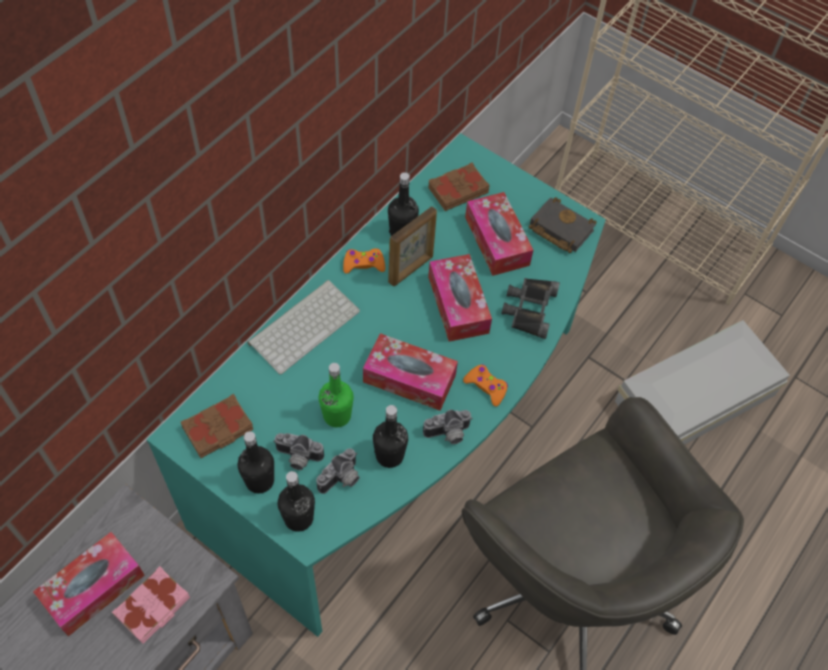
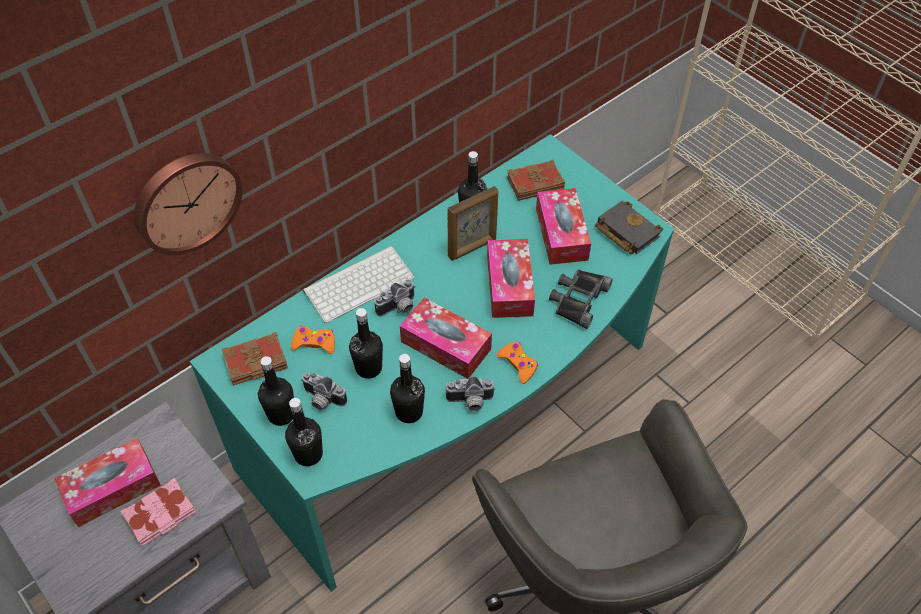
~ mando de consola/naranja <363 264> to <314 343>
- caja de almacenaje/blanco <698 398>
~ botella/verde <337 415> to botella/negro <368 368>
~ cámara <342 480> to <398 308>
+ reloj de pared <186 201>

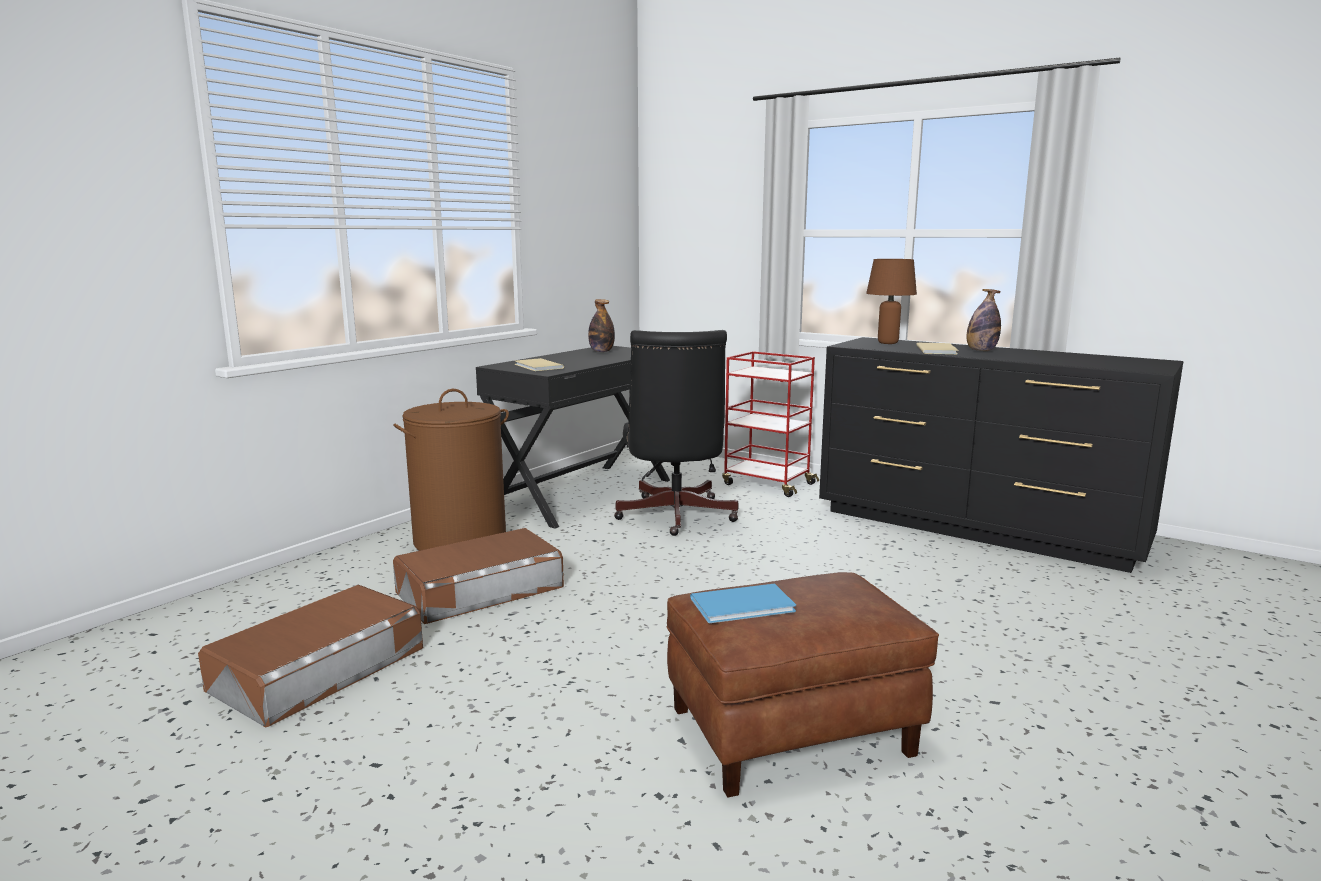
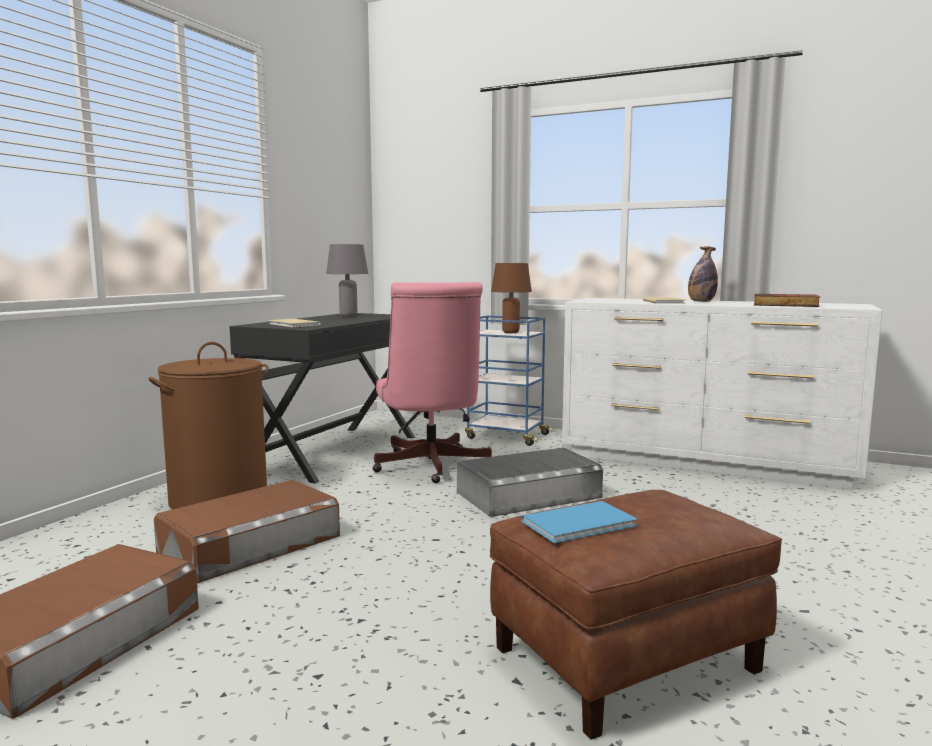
~ lámpara de mesa/marrón <887 343> to <510 332>
~ botella <601 351> to lámpara de mesa/gris <348 316>
~ silla de oficina/negro <674 517> to silla de oficina/rosa <431 467>
~ cómoda/negro <978 528> to cómoda/blanco <706 462>
~ carrito/rojo <767 484> to carrito/azul <506 436>
+ libro <784 304>
+ caja de almacenaje/gris <528 495>

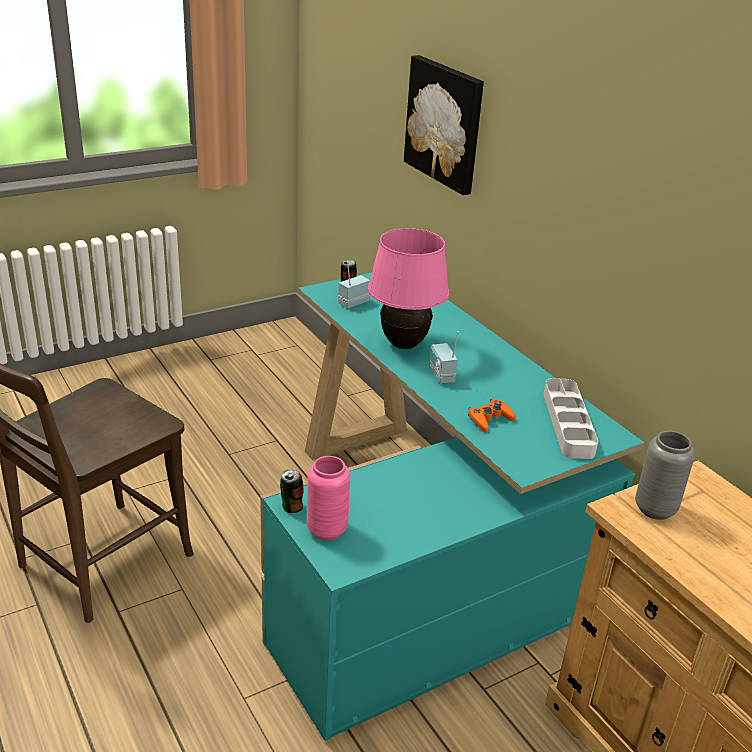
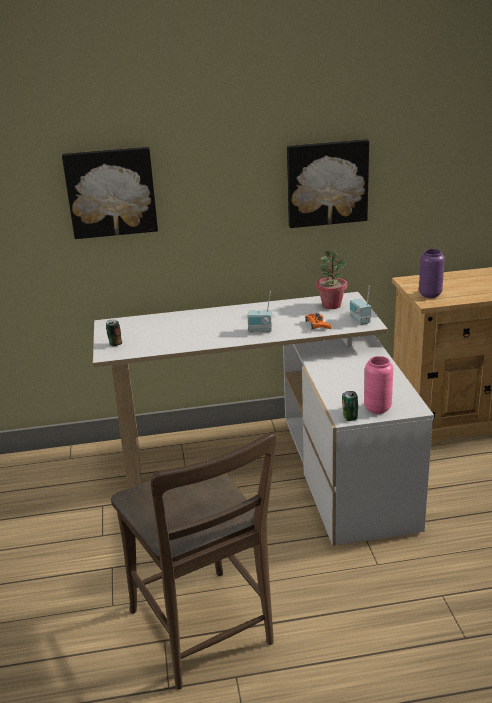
- lámpara de mesa/rosa <404 344>
~ radio <352 303> to <359 320>
~ escritorio/turquesa <417 555> to escritorio/blanco <275 464>
~ bandeja/gris <568 423> to planta en maceta <331 305>
~ florero/gris <655 509> to florero/morado <430 294>
+ cuadro <326 183>

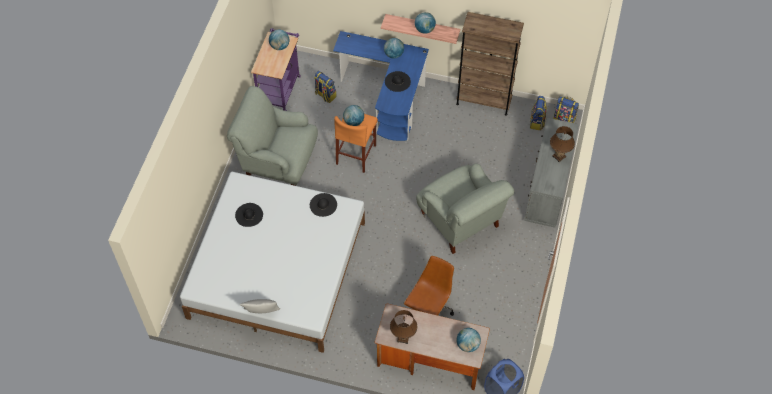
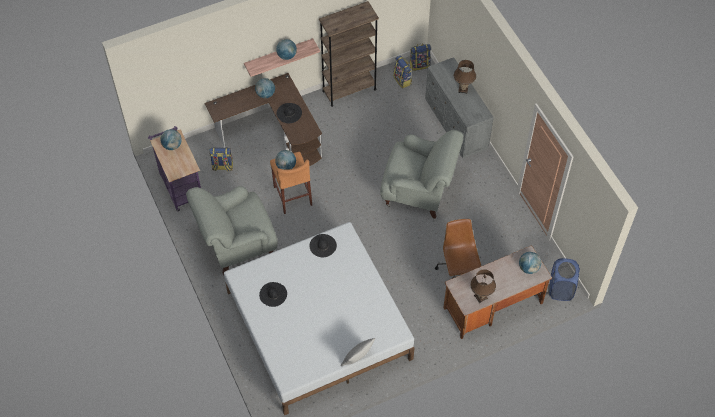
~ escritorio/azul <388 96> to escritorio/marrón <274 134>

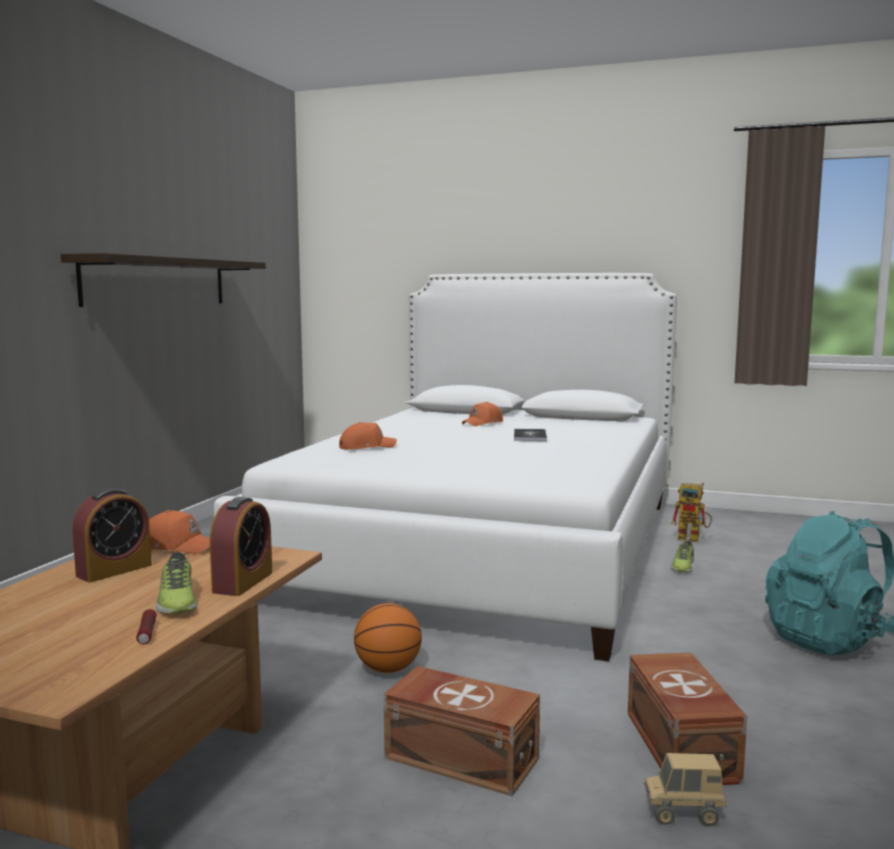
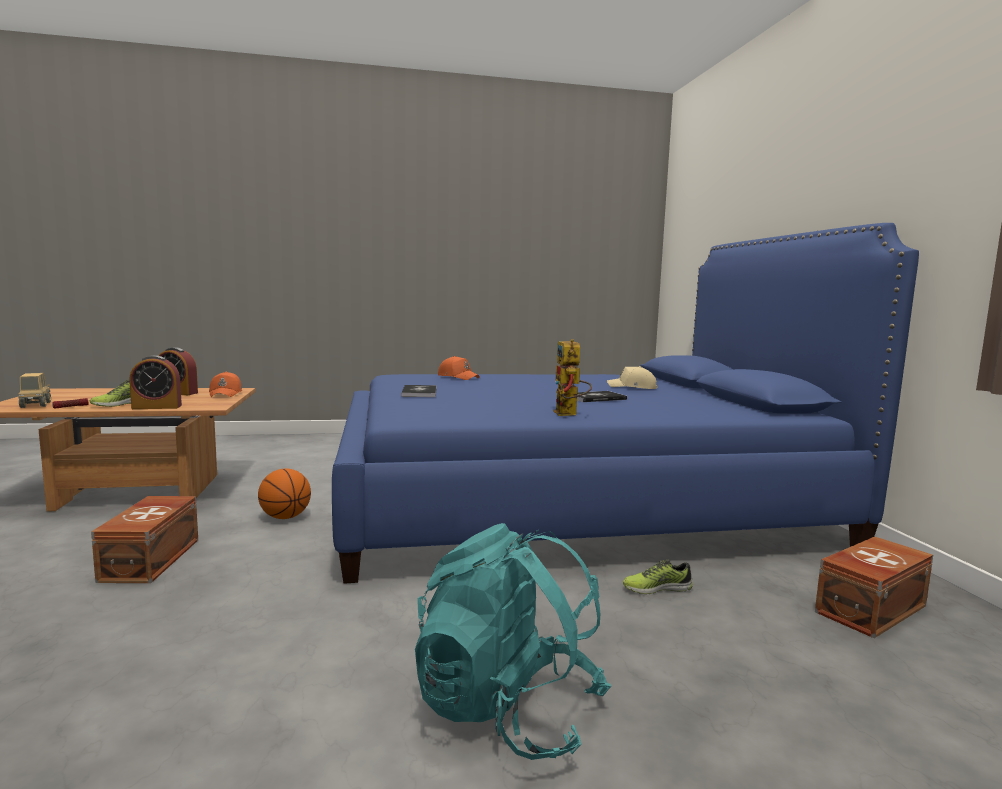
- estante <157 282>
~ cama/blanco <483 547> to cama/azul <572 500>
~ gorra/naranja <483 423> to gorra/beis <632 387>
~ robot de juguete <693 539> to <569 414>
~ caja de almacenaje/marrón <679 747> to <868 608>
~ camión de juguete <683 814> to <35 405>
+ libro <419 392>

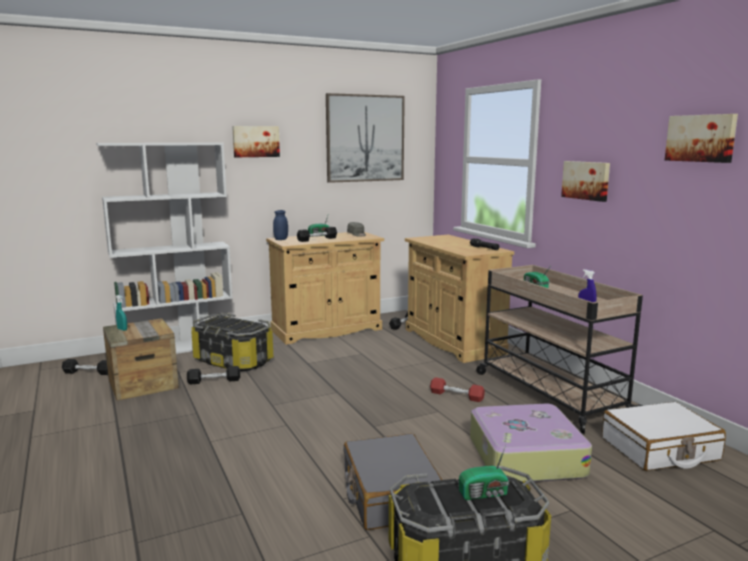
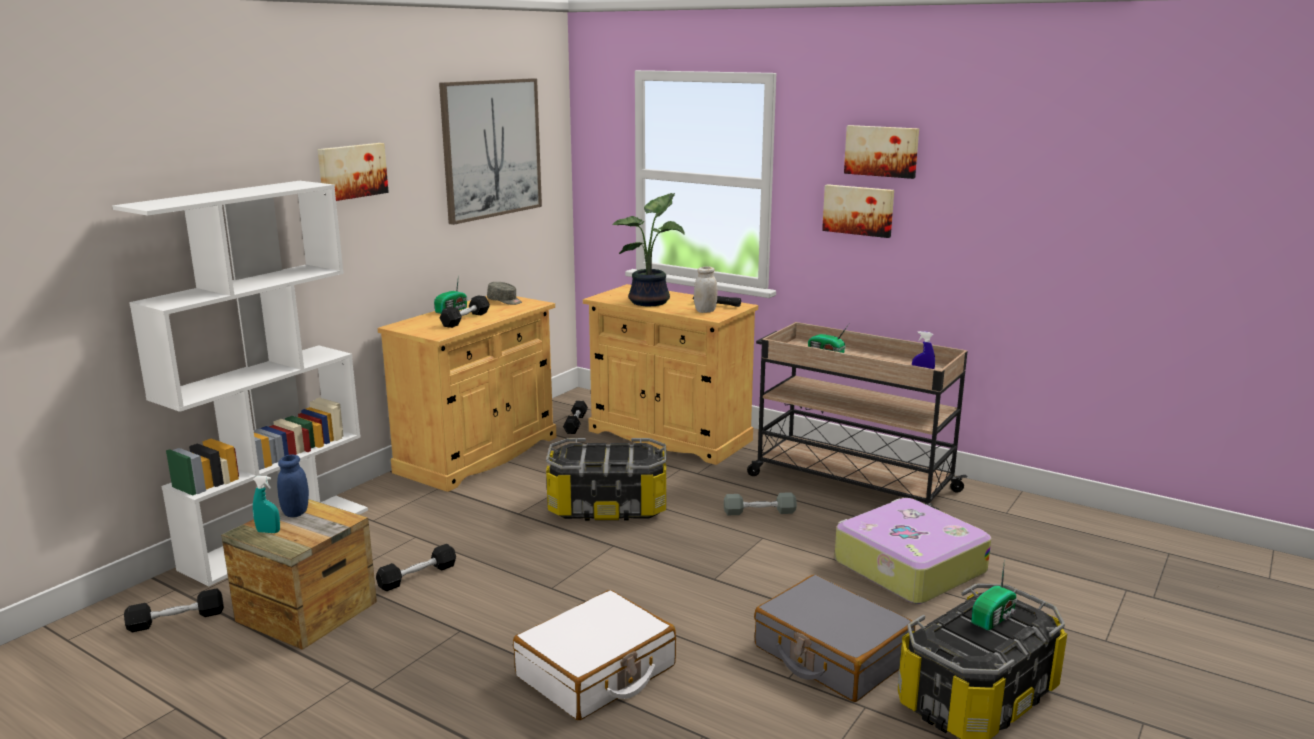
~ cuadro <701 138> to <881 151>
~ tarro/azul <281 239> to <296 512>
~ caja de almacenaje <233 361> to <608 507>
~ mancuerna/rojo <456 396> to mancuerna/gris <759 512>
~ maleta/blanco <660 449> to <596 672>
+ planta en maceta <652 302>
+ tarro/blanco <705 311>

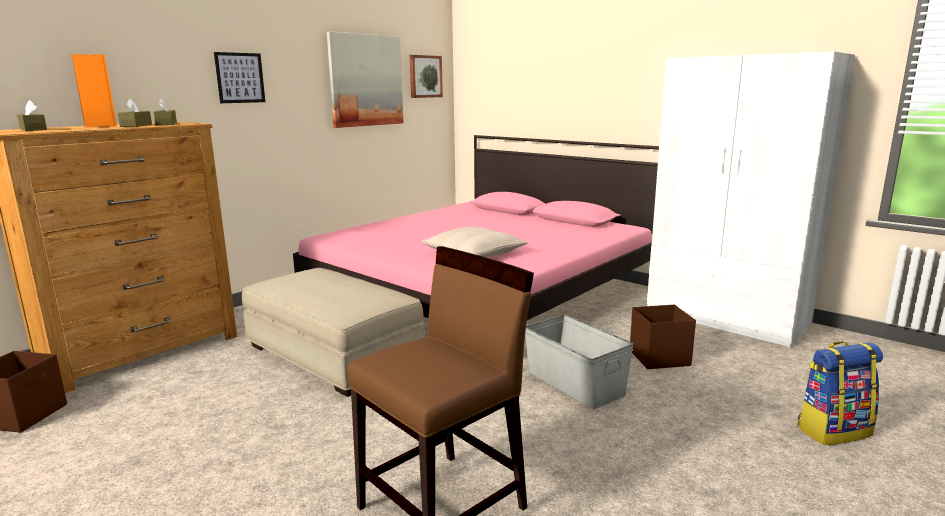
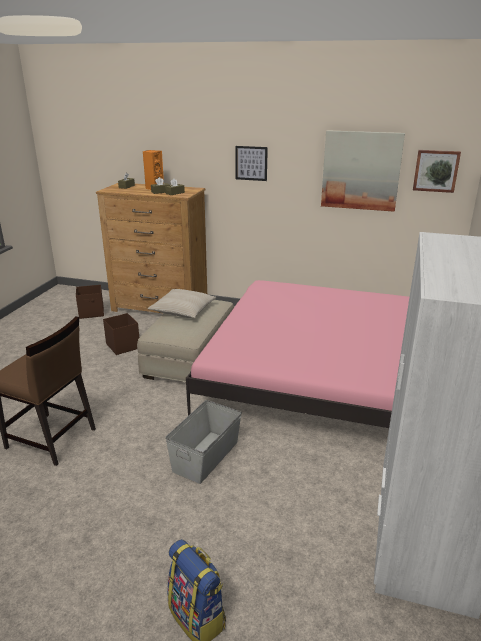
~ cojín/beis <474 254> to <183 310>
~ caja de almacenaje/marrón <658 358> to <123 346>

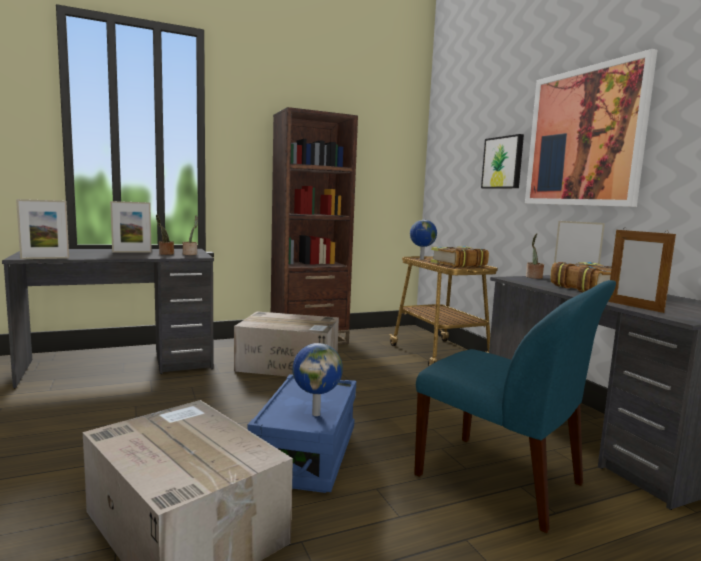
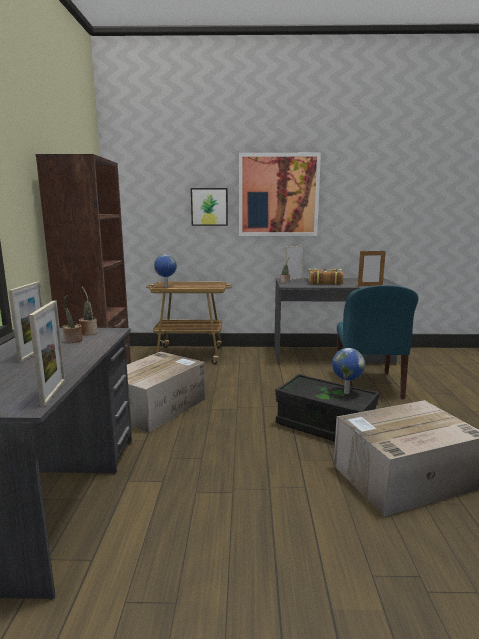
- libro <458 264>
~ silla/azul <502 481> = <368 385> 120 degrees clockwise
~ caja de almacenaje/azul <307 454> to caja de almacenaje/negro <325 426>

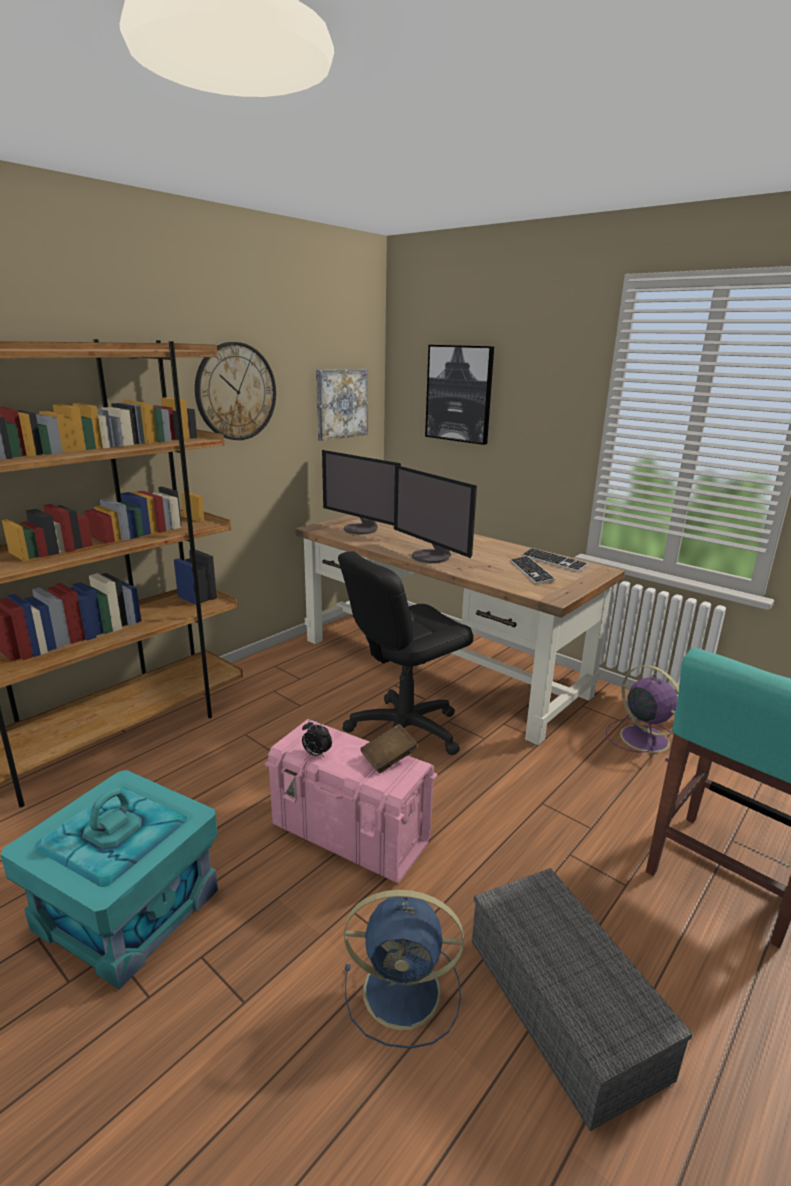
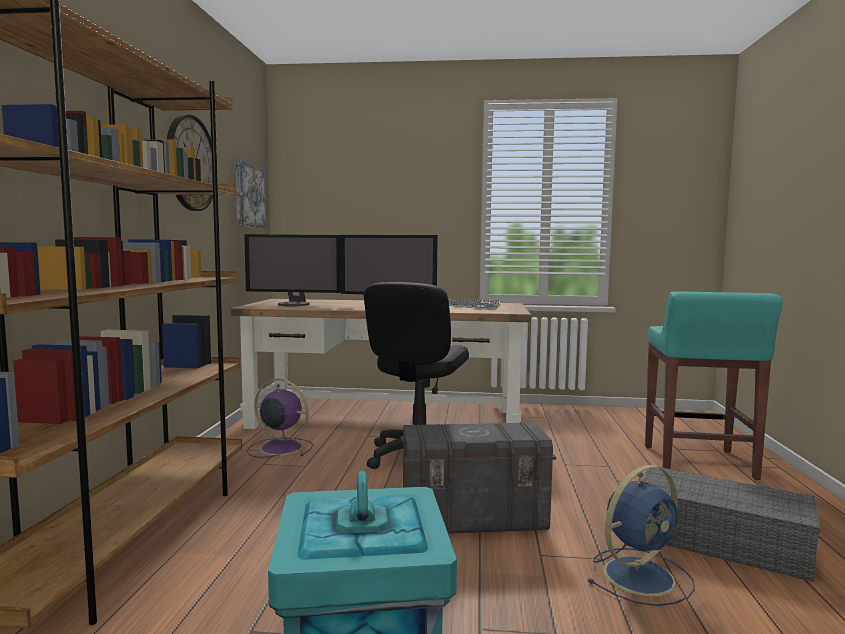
- cuadro <459 394>
~ ventilador/morado <642 737> to <279 448>
~ caja de almacenaje/rosa <351 834> to caja de almacenaje/gris <473 519>
- despertador <316 754>
- libro/marrón <389 759>

